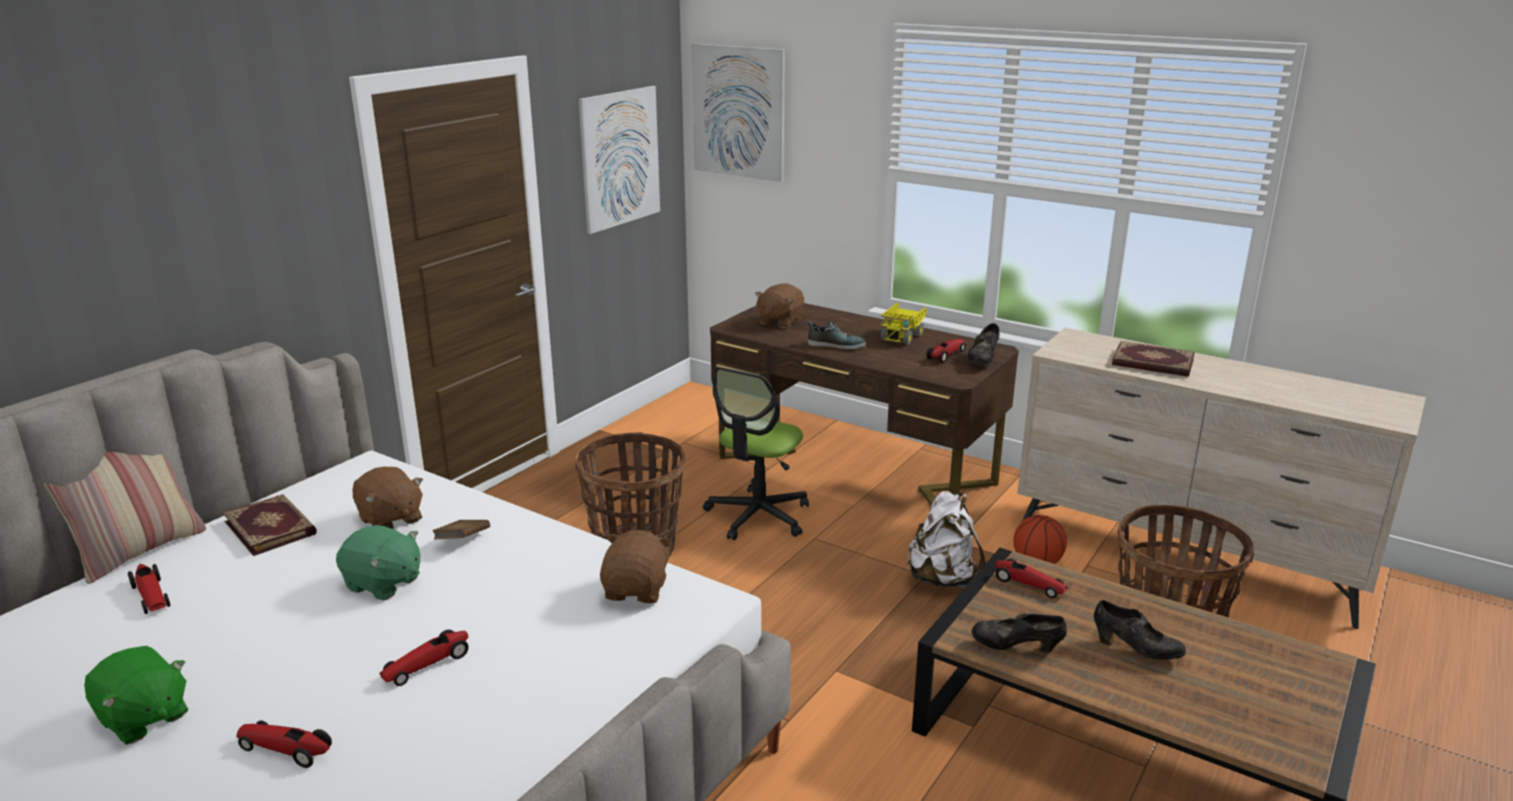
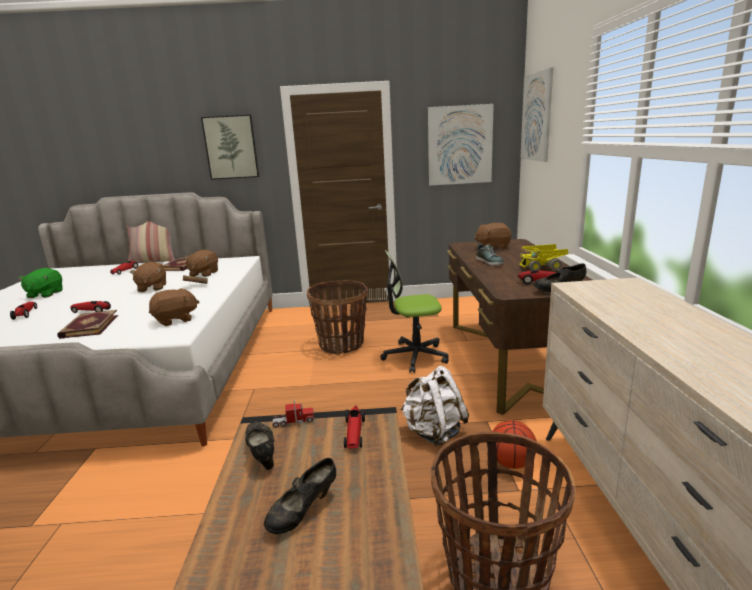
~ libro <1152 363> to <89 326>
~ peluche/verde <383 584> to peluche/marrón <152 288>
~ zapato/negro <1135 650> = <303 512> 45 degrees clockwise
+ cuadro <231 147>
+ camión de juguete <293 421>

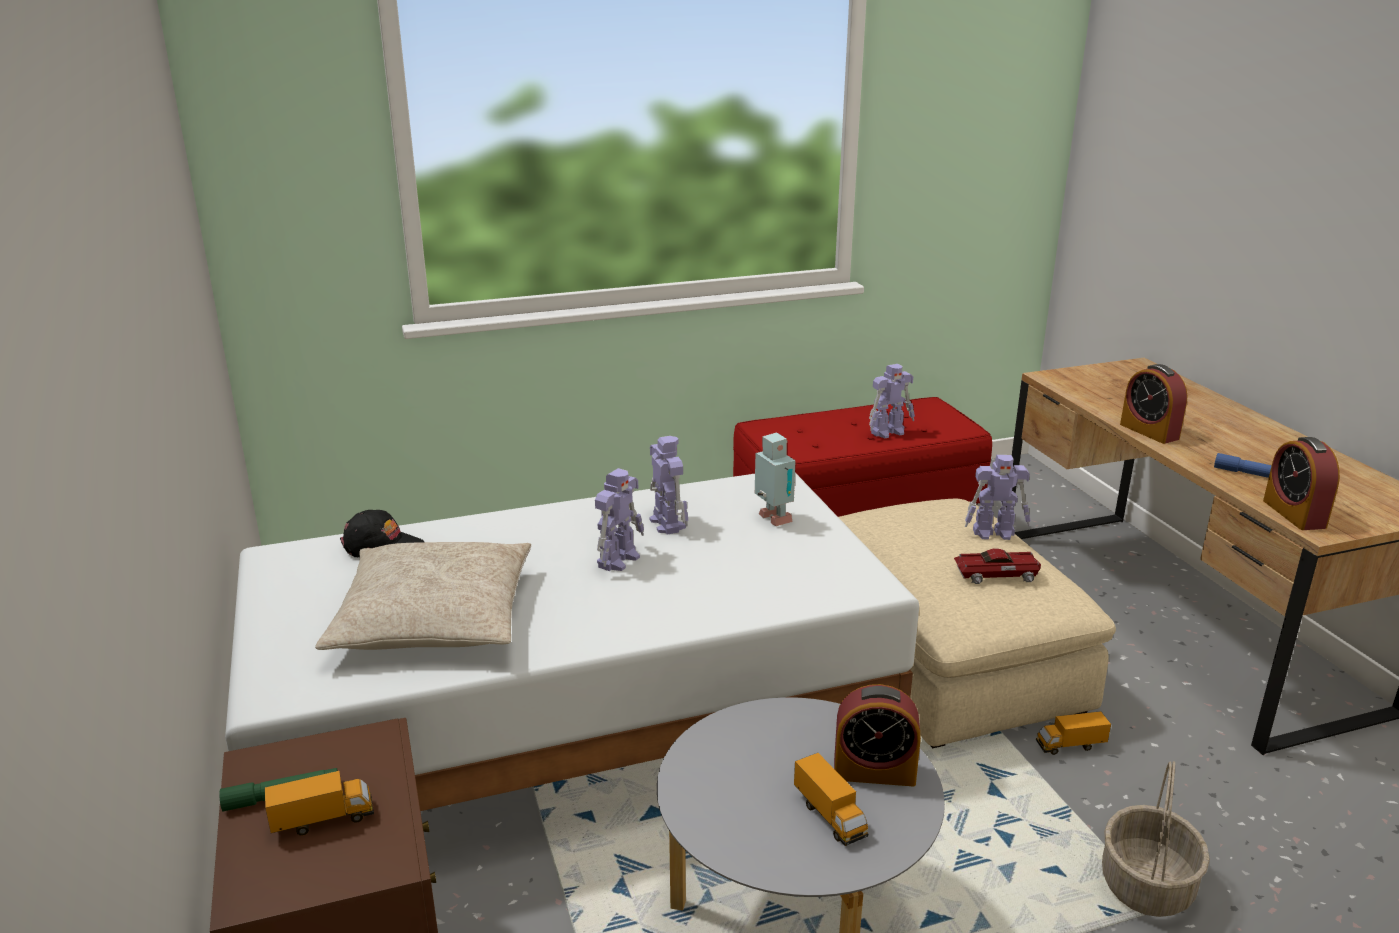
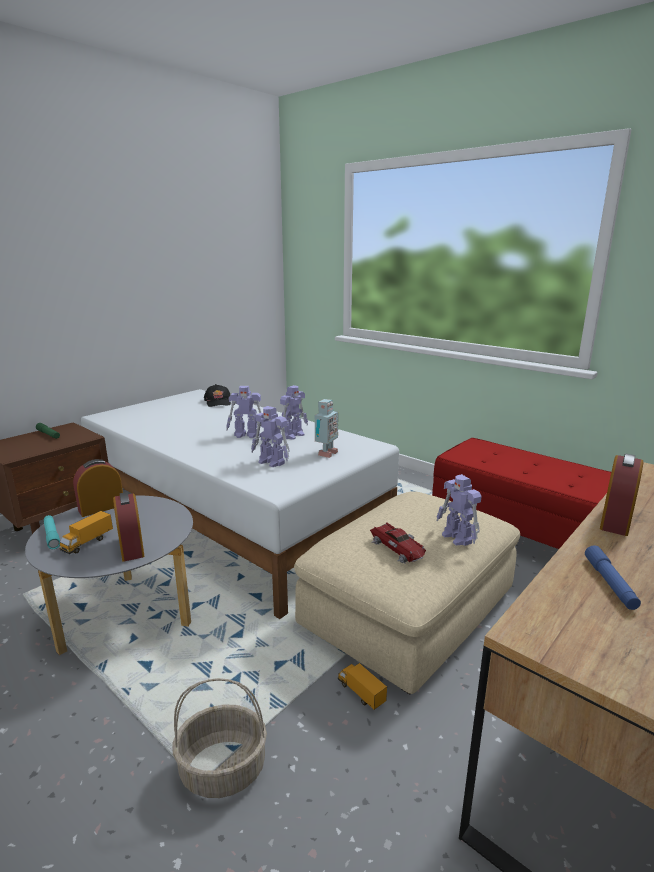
~ robot de juguete <889 432> to <272 462>
~ despertador <1294 514> to <101 507>
- cojín/beis <434 617>
- camión de juguete <323 821>
+ linterna/turquesa <52 535>

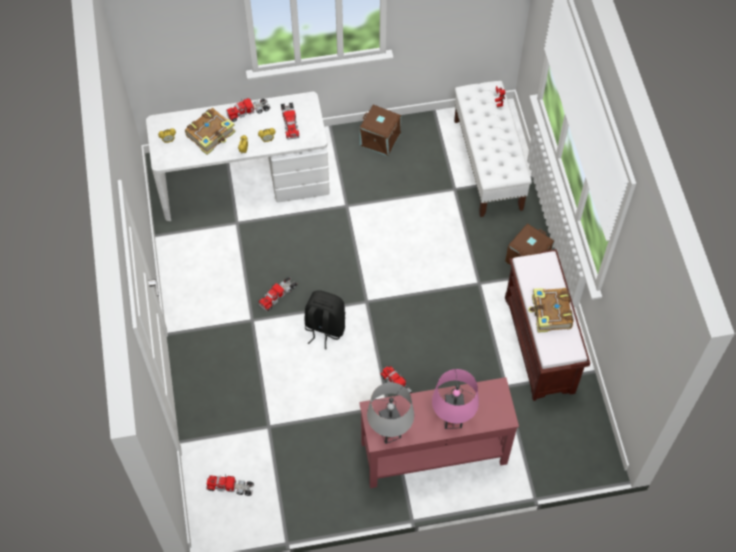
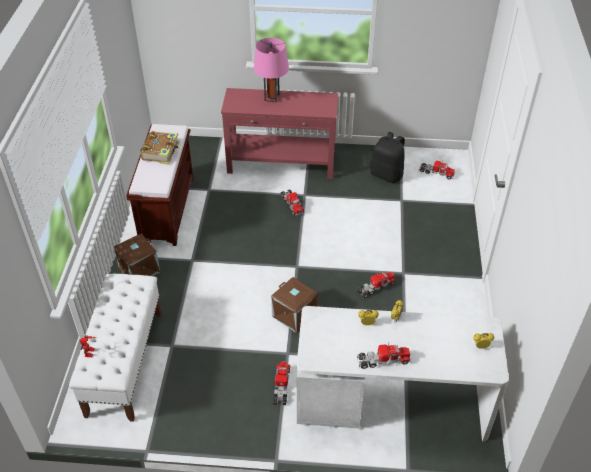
~ camión de juguete <290 122> to <281 386>
~ caja de almacenaje/marrón <380 139> to <293 315>
- libro <211 135>
~ mochila/negro <324 328> to <387 174>
- lámpara de mesa/gris <389 433>

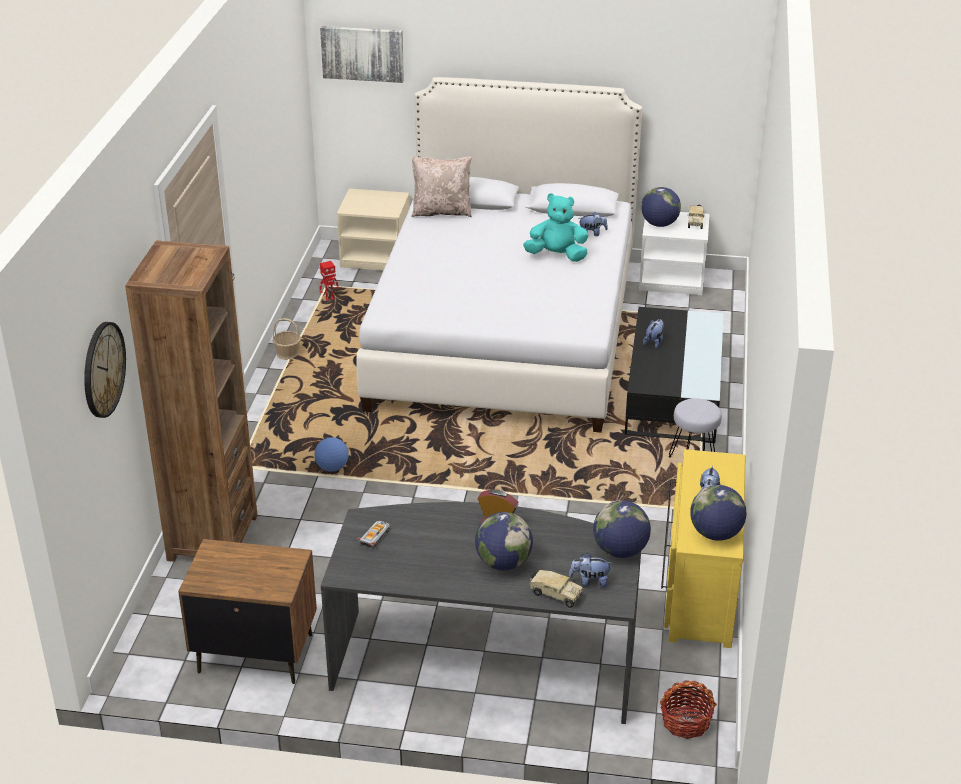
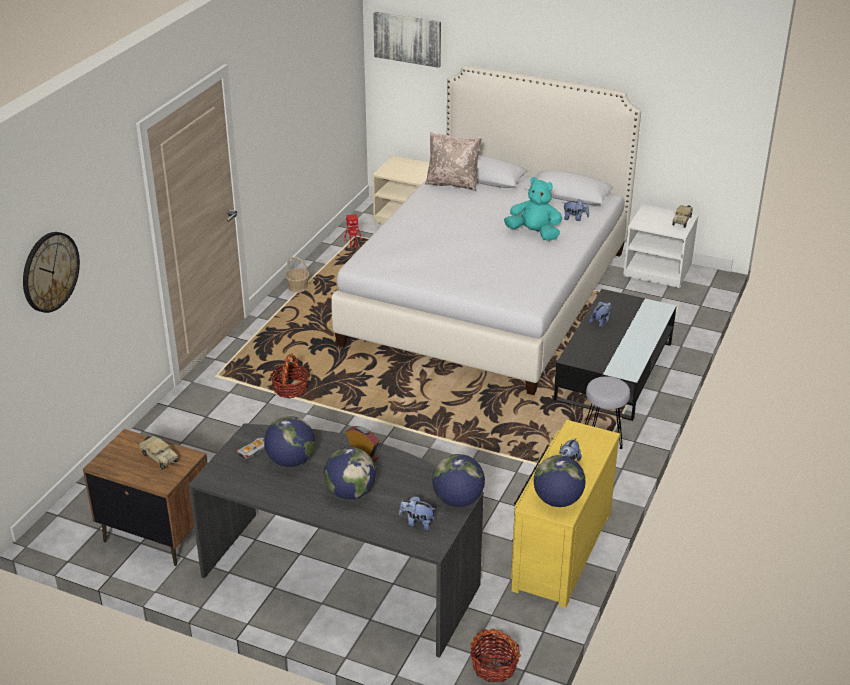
~ globo terráqueo <659 224> to <291 461>
- estantería/marrón <212 537>
~ balón de fútbol <332 468> to cesta <290 389>
~ camión de juguete <554 594> to <159 457>

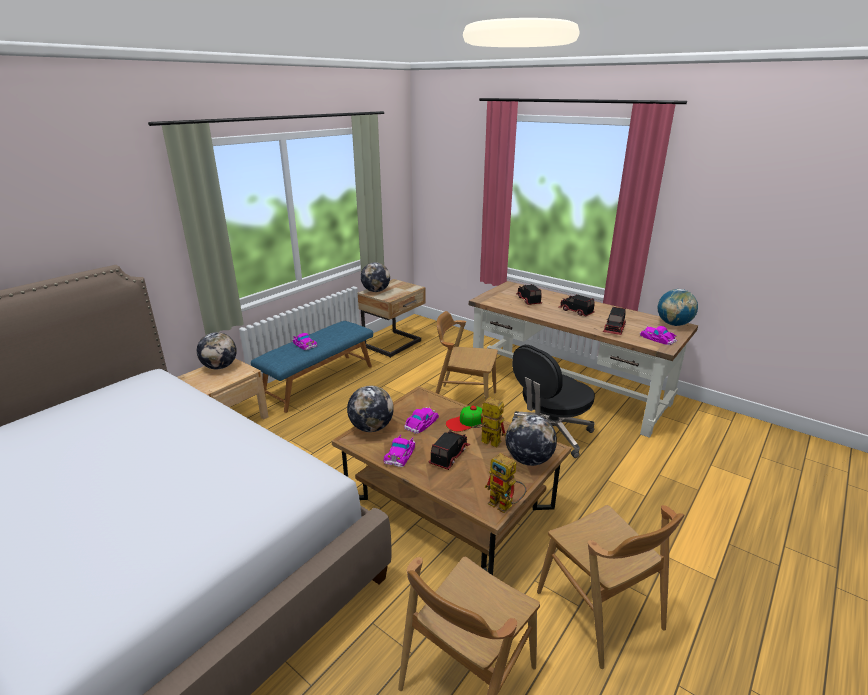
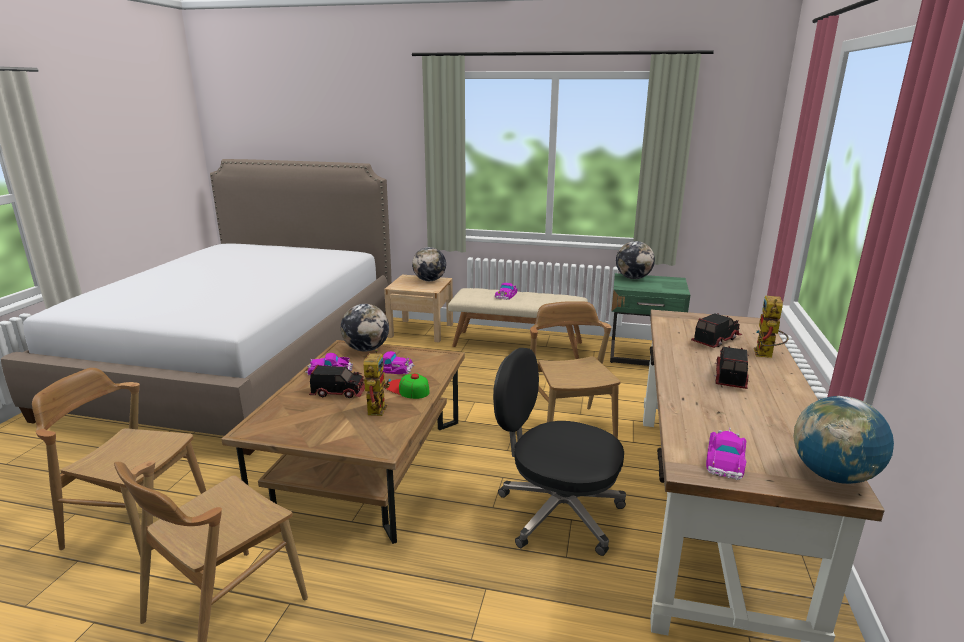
~ mesita de noche/beis <394 345> to mesita de noche/verde <642 357>
- camión de juguete <614 329>
~ banco/azul <319 381> to banco/beis <517 344>
- globo terráqueo <528 460>
~ robot de juguete <505 505> to <766 355>

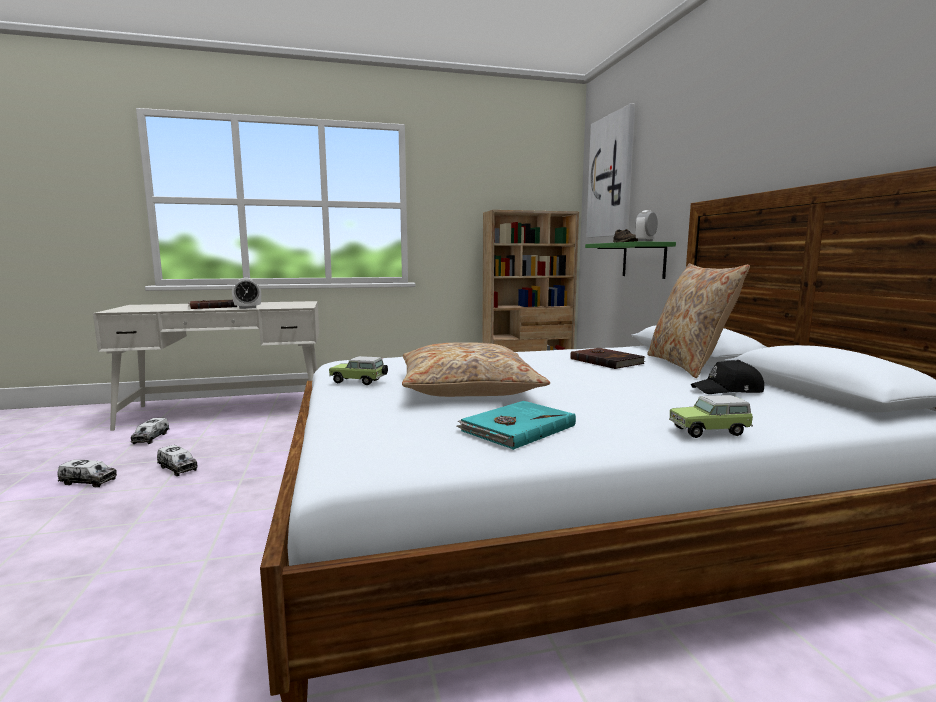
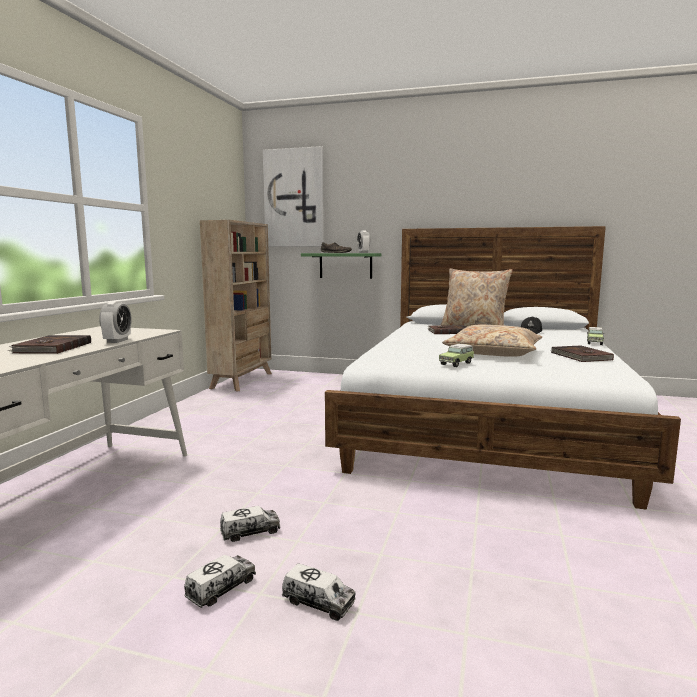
~ libro/turquesa <516 428> to libro/marrón <580 356>
~ camión de juguete <151 438> to <318 602>

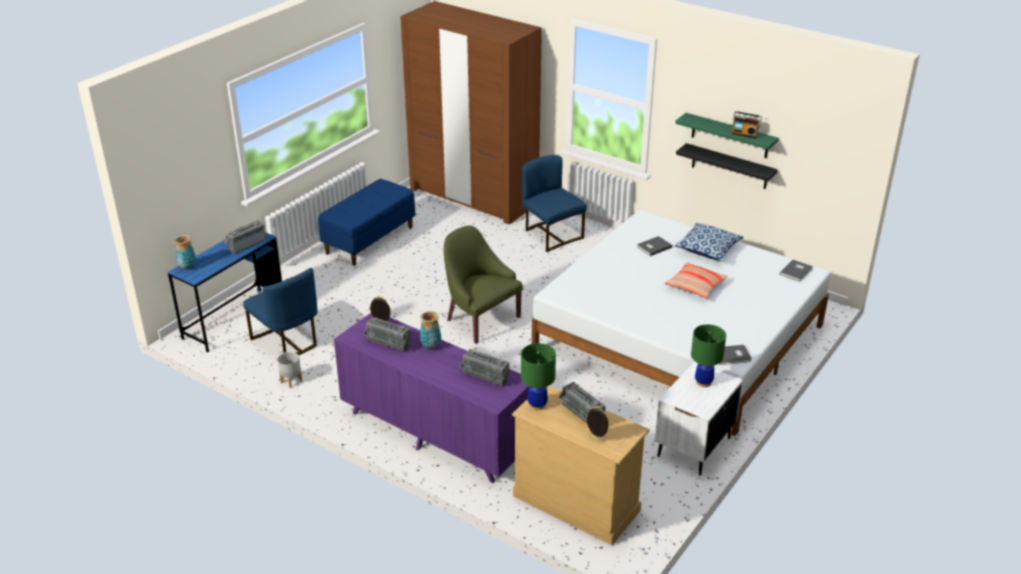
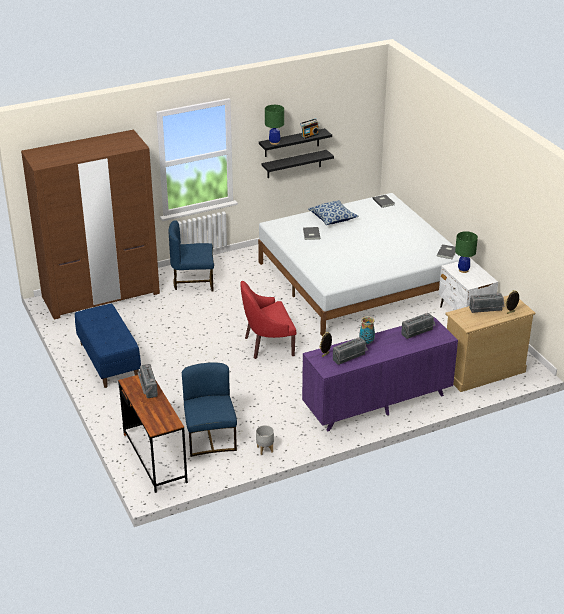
~ estante/verde <730 136> to estante/negro <292 143>
~ sillón/verde <480 319> to sillón/rojo <267 345>
~ escritorio/azul <234 320> to escritorio/marrón <154 458>
- florero <187 267>
- cojín <695 286>
~ silla/azul <287 341> = <210 438> 90 degrees counterclockwise
~ lámpara de mesa/verde <537 405> to <274 142>

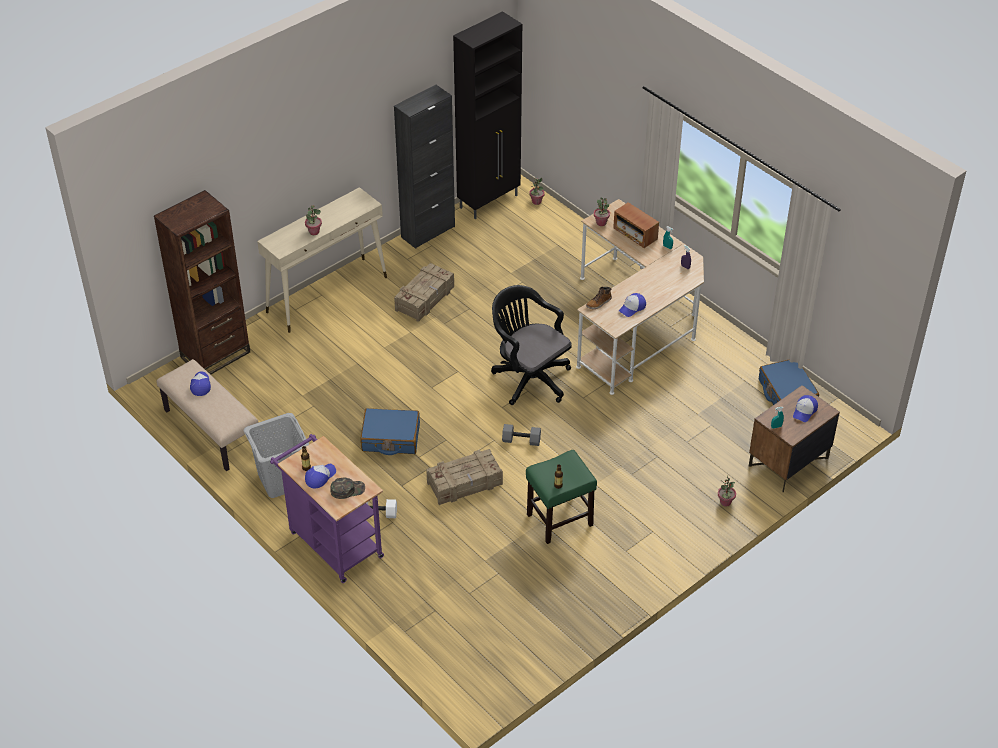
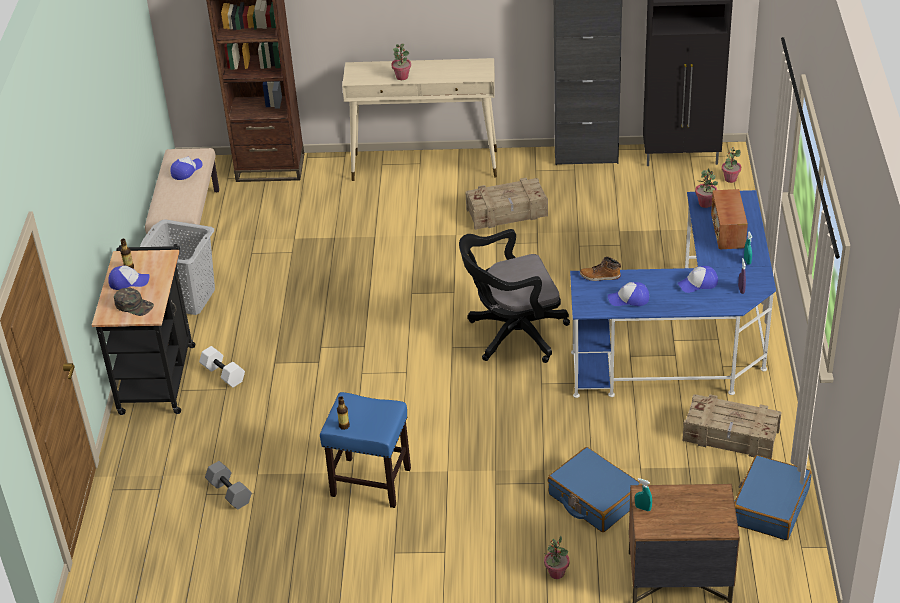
~ escritorio/beis <636 324> to escritorio/azul <687 344>
~ silla de oficina/negro <529 377> = <512 335> 105 degrees counterclockwise
~ gorra <804 411> to <698 284>
~ maleta/azul <390 438> to <594 499>
~ mancuerna/gris <521 441> to <228 492>
~ carrito/morado <332 541> to carrito/negro <158 374>
~ caja de embalaje <465 483> to <731 436>
~ taburete/verde <559 520> to taburete/azul <369 482>

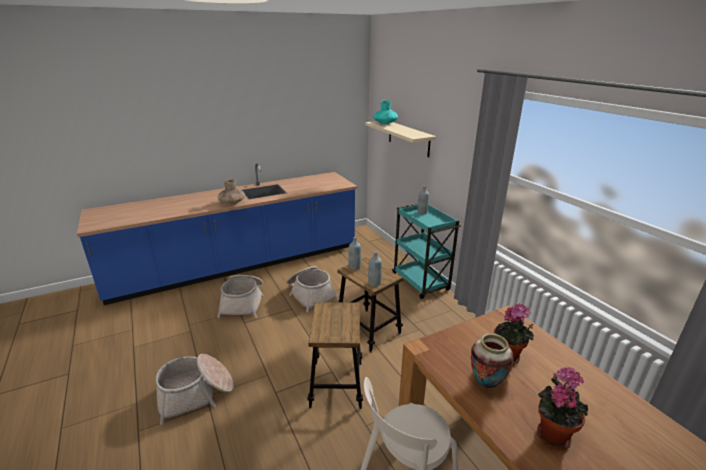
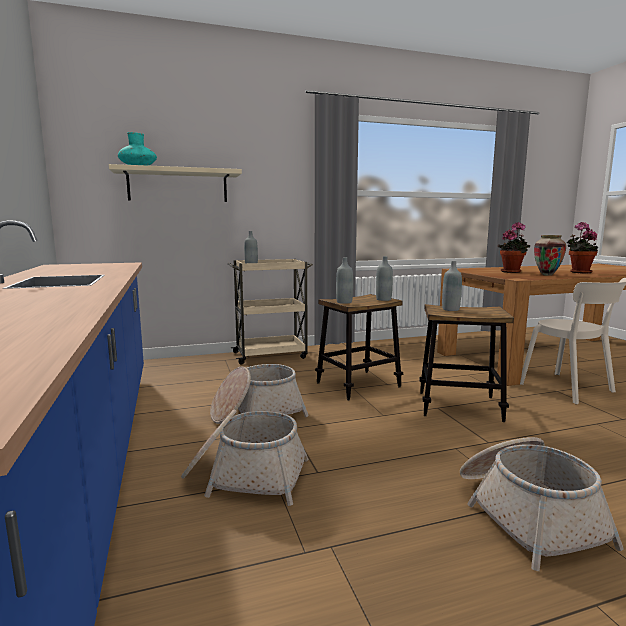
- florero/marrón <232 203>
~ carrito/turquesa <421 283> to carrito/beis <271 355>
+ botella/gris <450 309>

